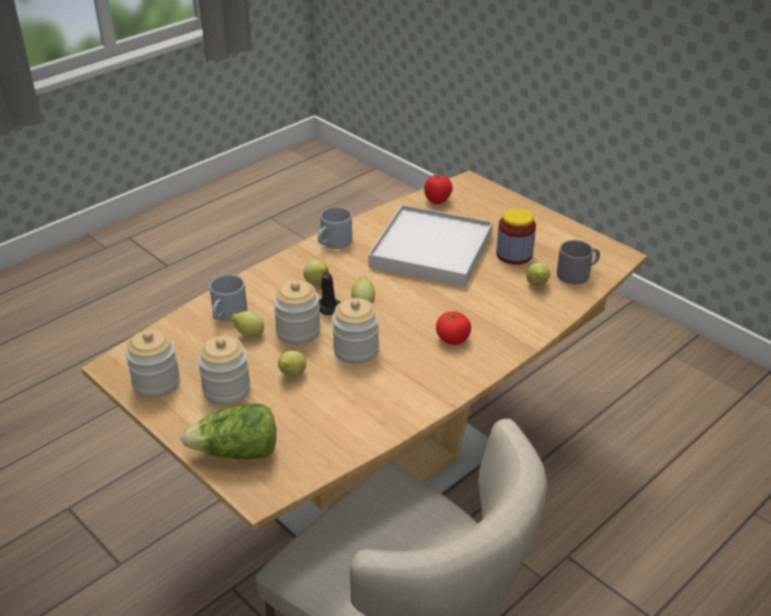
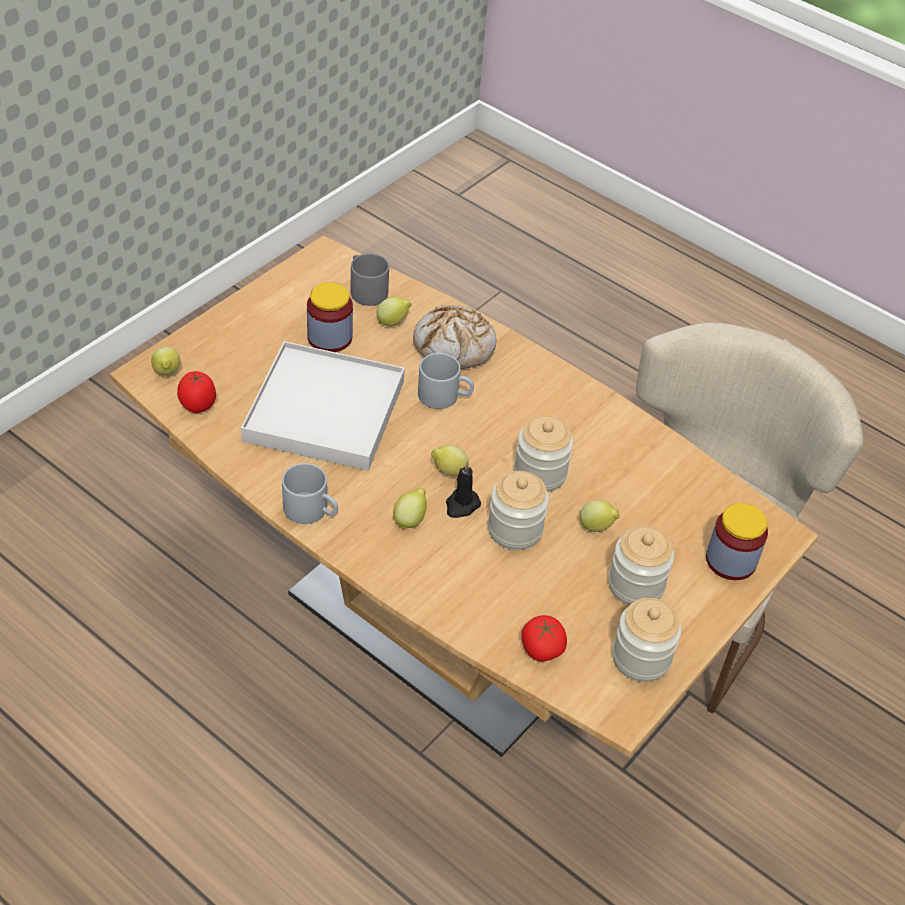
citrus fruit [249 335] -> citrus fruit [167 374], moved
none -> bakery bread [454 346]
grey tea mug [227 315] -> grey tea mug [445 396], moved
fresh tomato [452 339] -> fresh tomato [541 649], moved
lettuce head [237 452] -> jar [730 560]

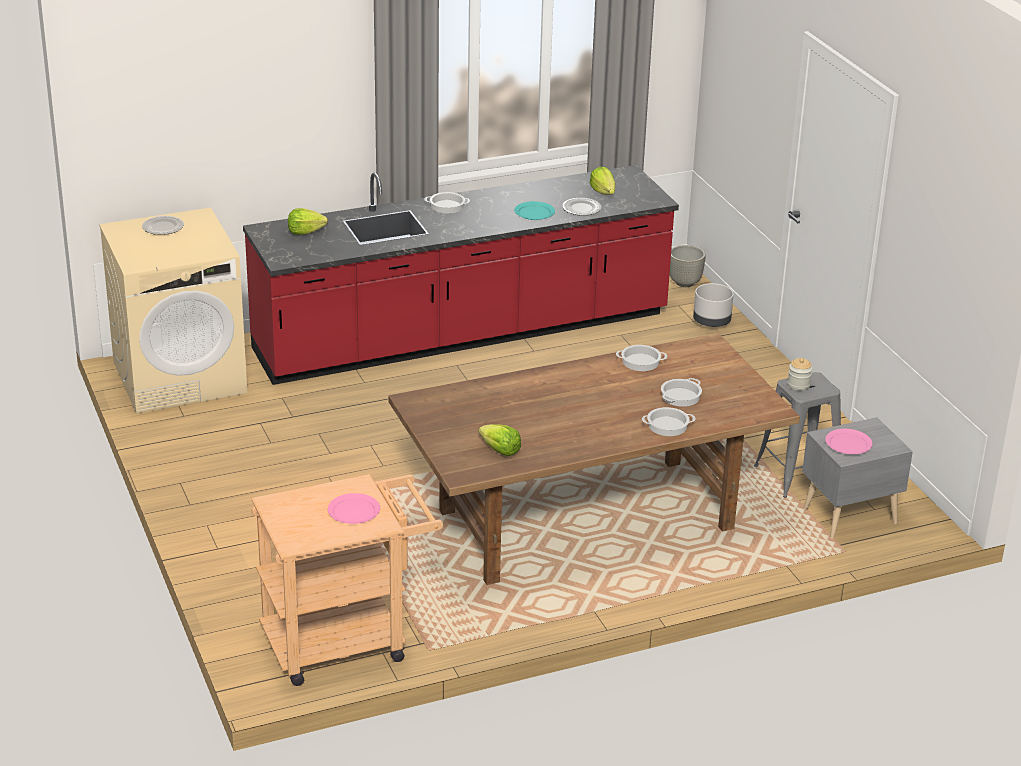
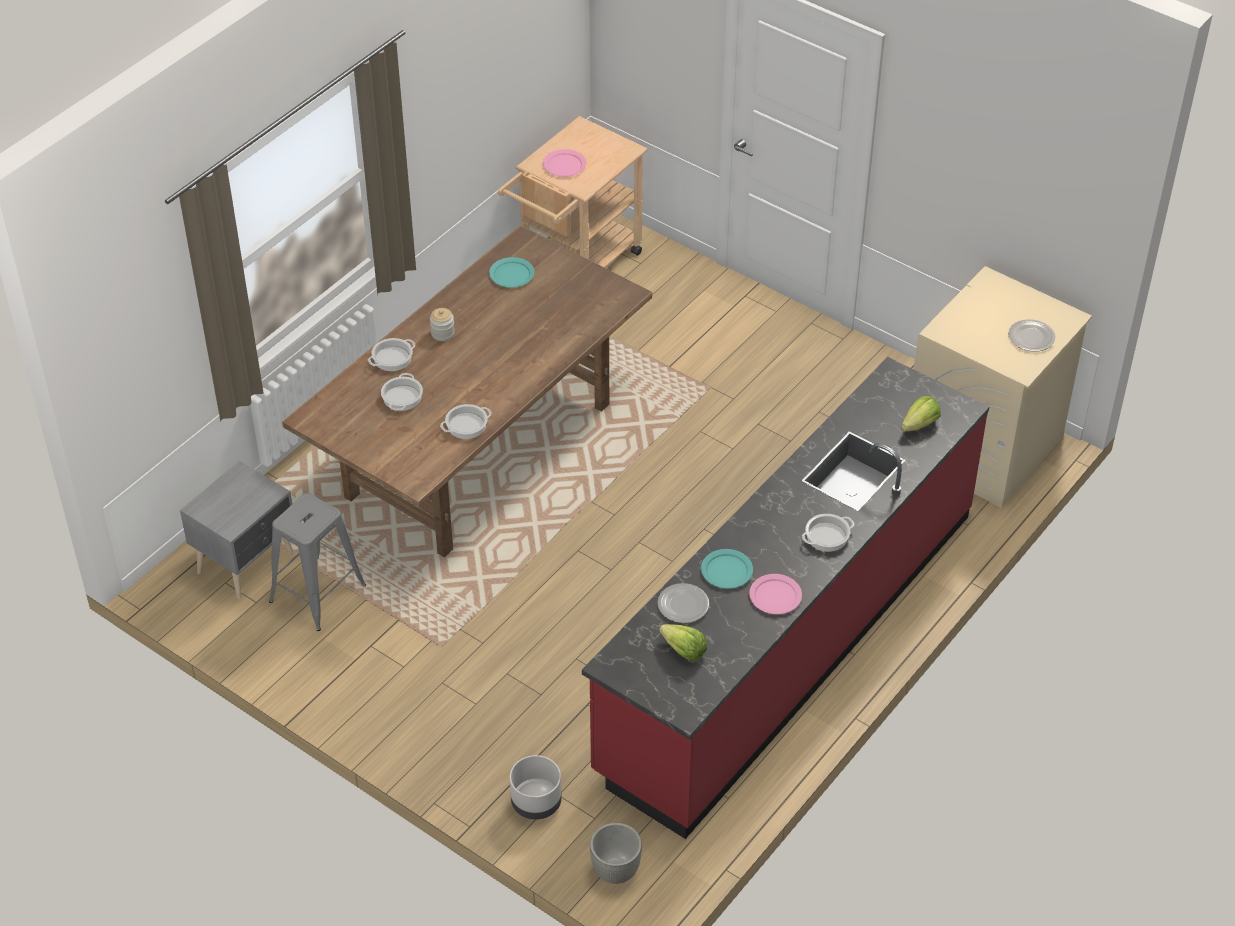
jar [798 385] -> jar [442 333], moved
lettuce head [500 450] -> blue-green plate [511 274]
pink-coloured plate [848 444] -> pink-coloured plate [775 596], moved

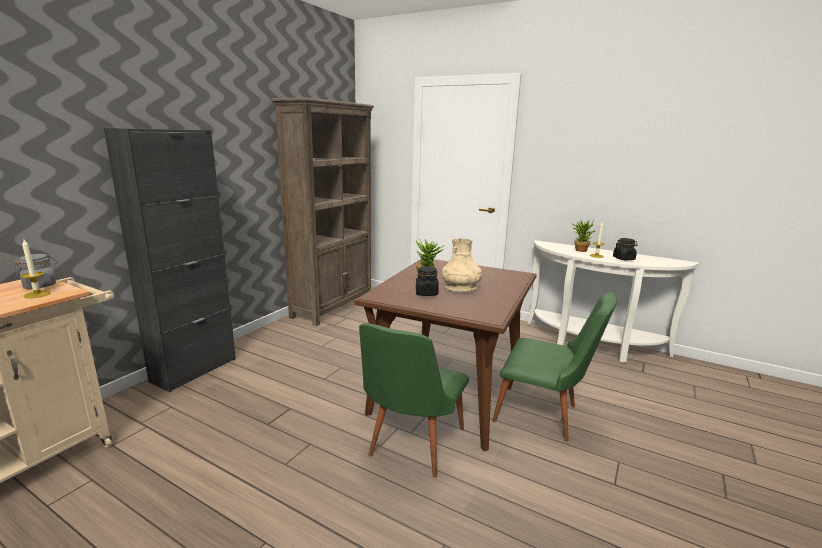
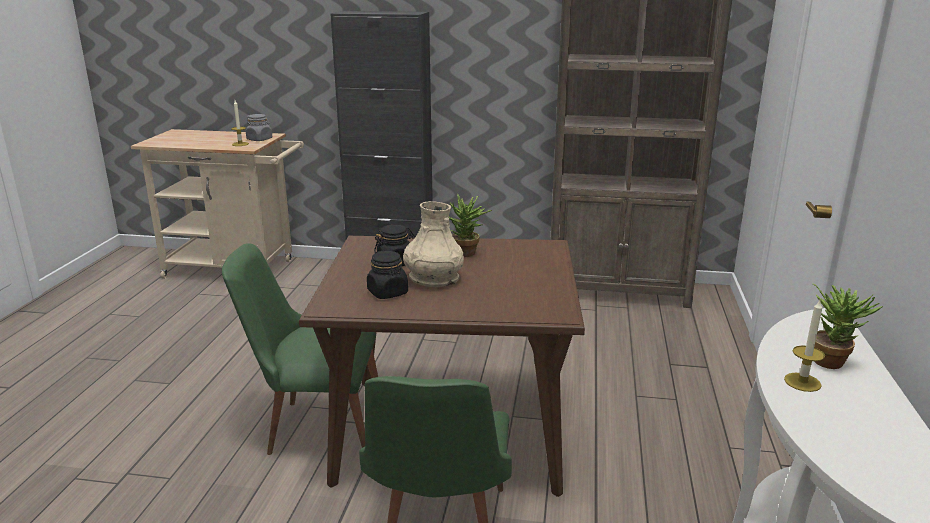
black jar [623 259] -> black jar [388 293], moved

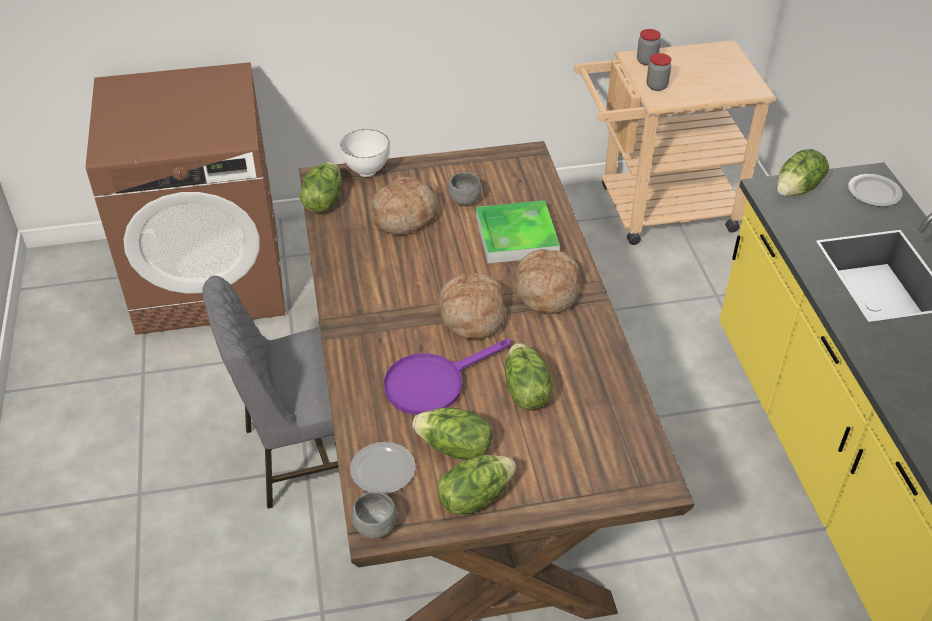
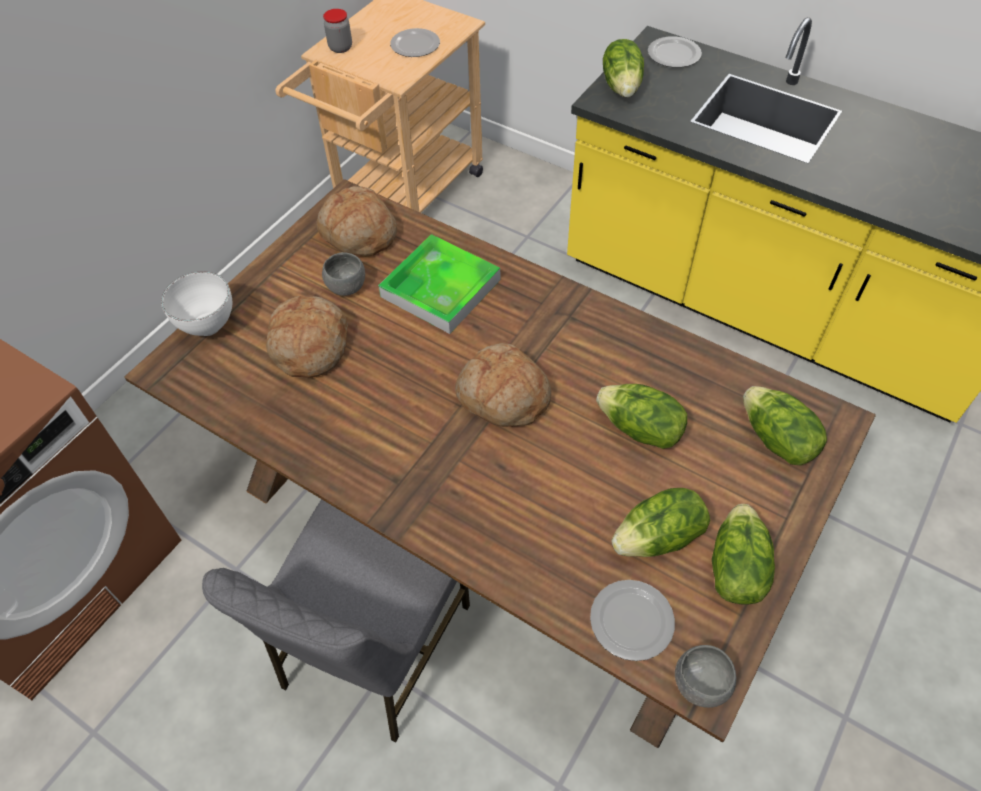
bakery bread [546 291] -> bakery bread [358 233], moved
none -> plate [415 44]
lettuce head [323 201] -> lettuce head [776 440], moved
purplish frying pan [433 383] -> none
jar [656 86] -> none

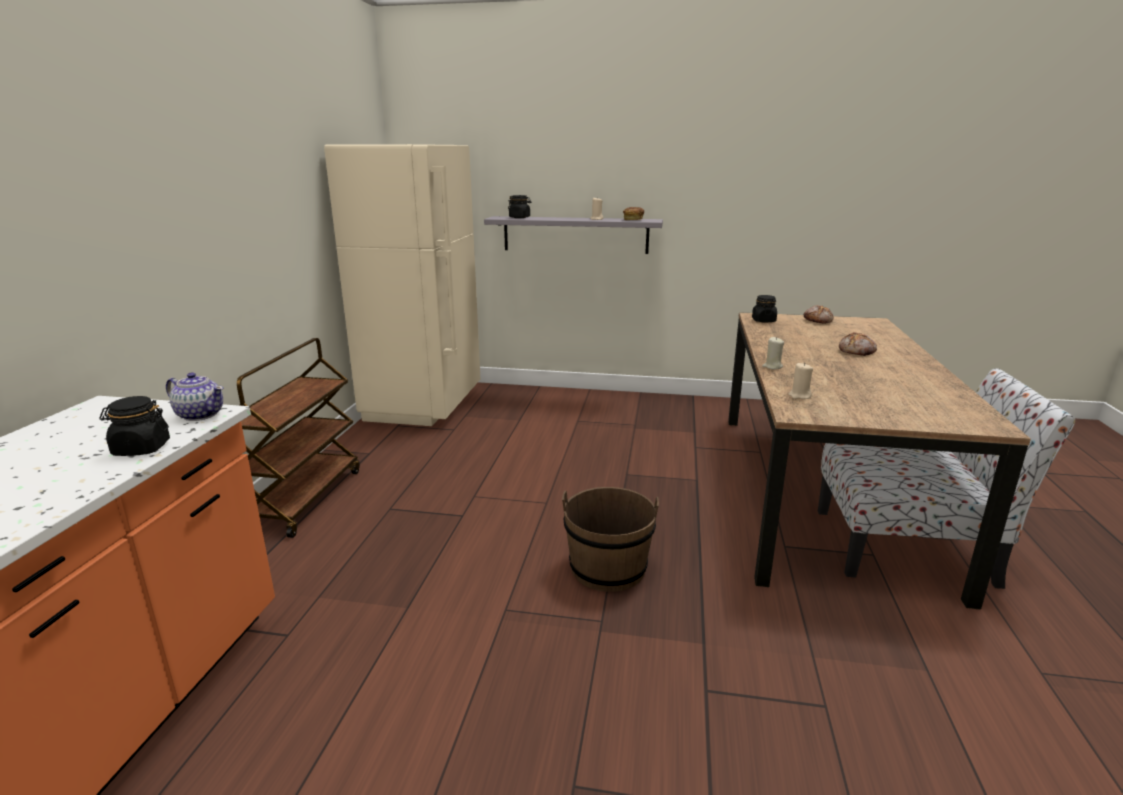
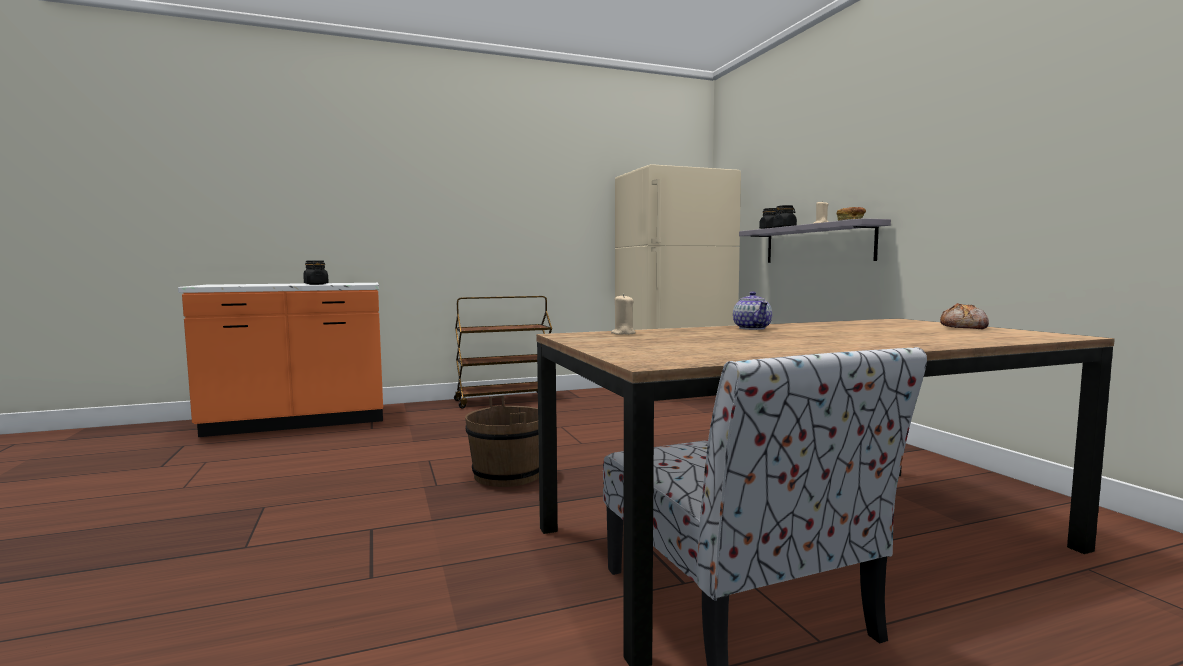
teapot [200 414] -> teapot [752 328], moved
black jar [763 320] -> black jar [784 227], moved
beige-coloured wax candle [772 367] -> none
bakery bread [857 351] -> none

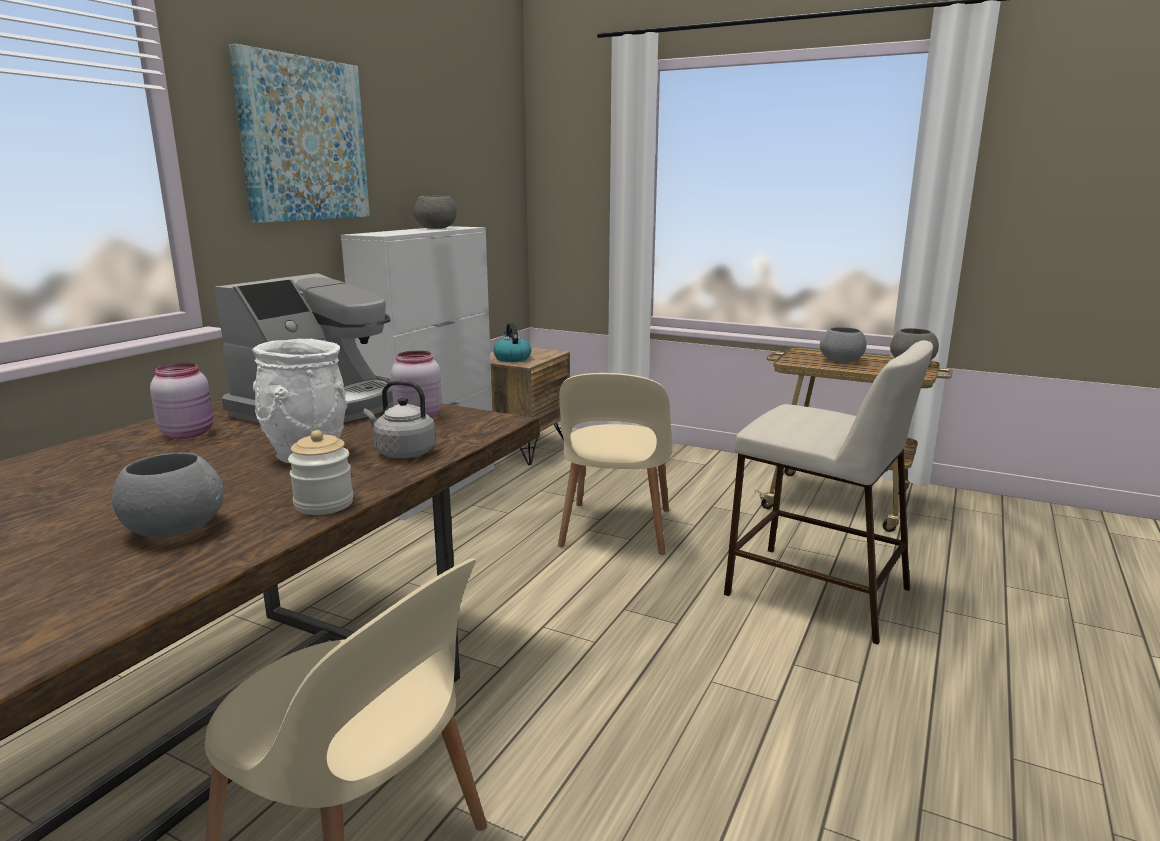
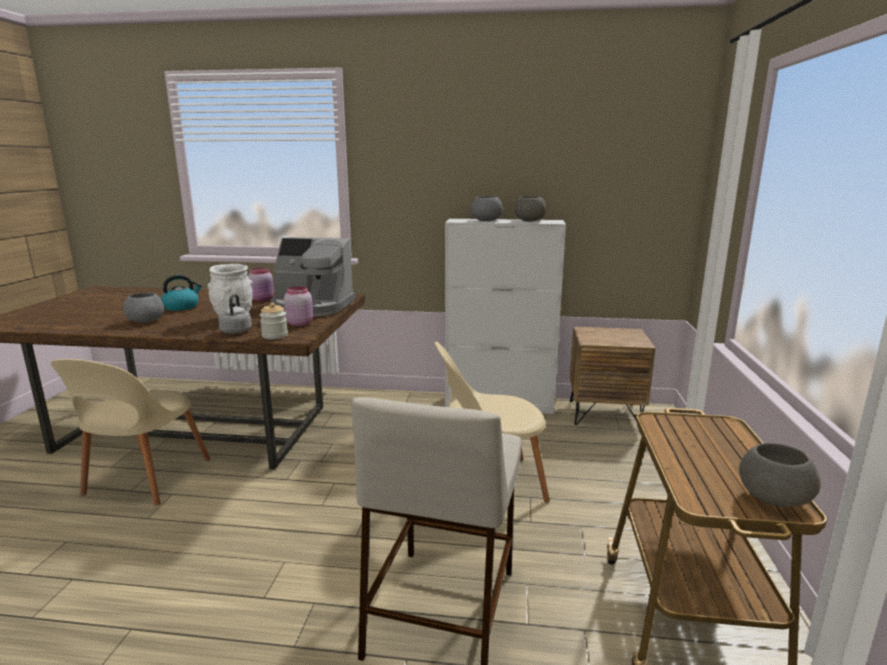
kettle [512 358] -> kettle [182 307], moved
jar [324 504] -> jar [275 336], moved
grey serving bowl [841 361] -> grey serving bowl [486 220], moved
picture [303 140] -> none

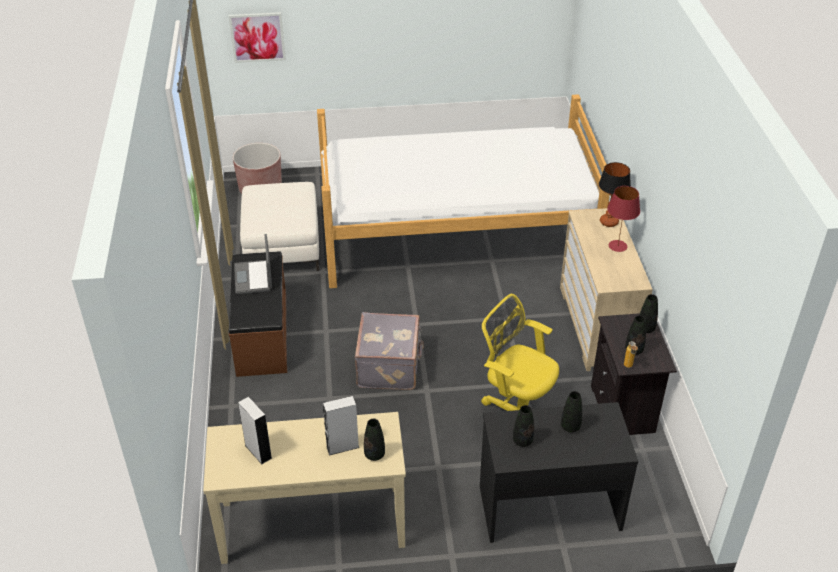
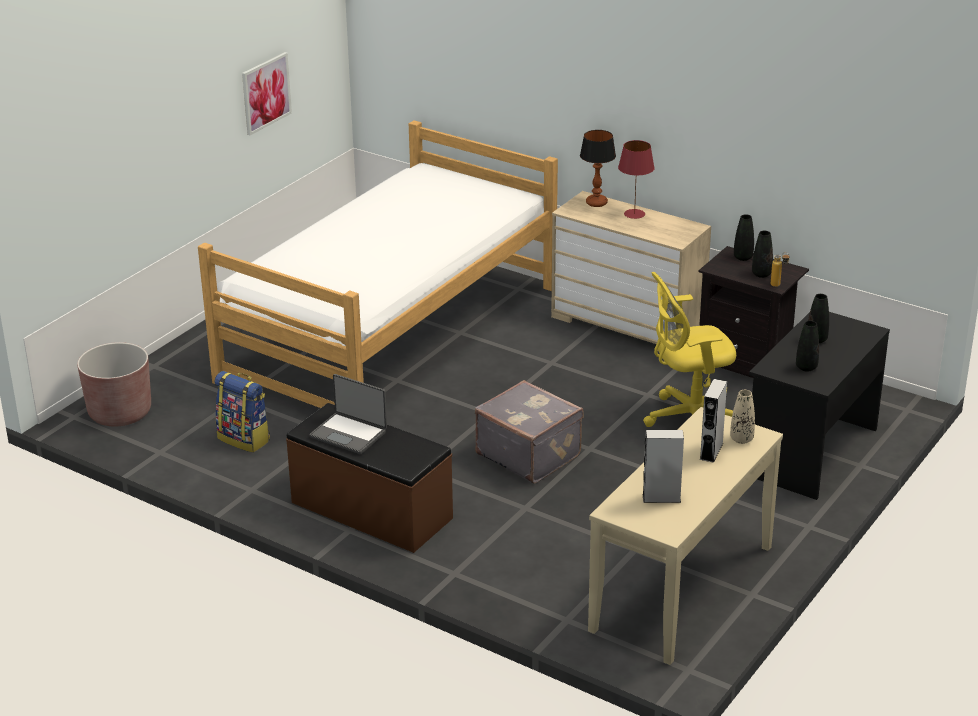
whitish pouffe [282 246] -> backpack [245 439]
picture [257 37] -> picture [266 93], moved
black flower vase [374 455] -> beige-coloured flower vase [741 439]

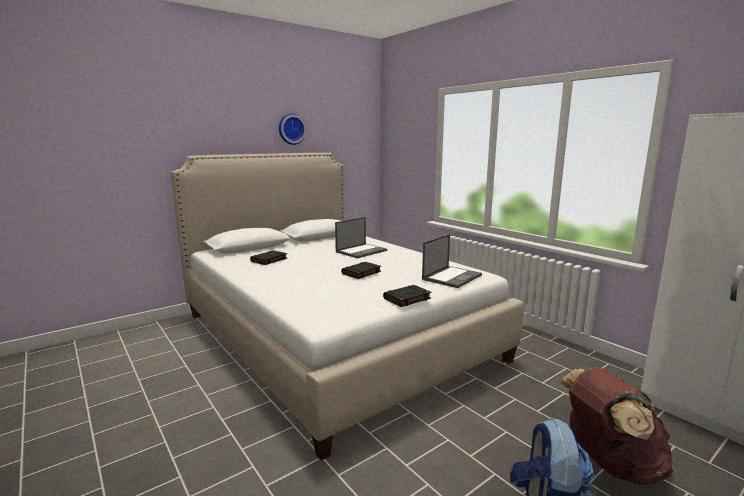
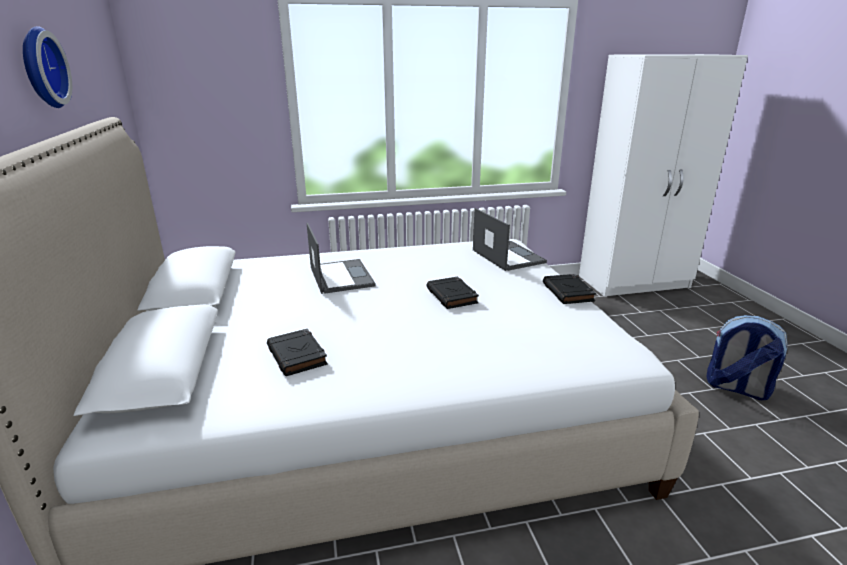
brown backpack [608 463] -> none

